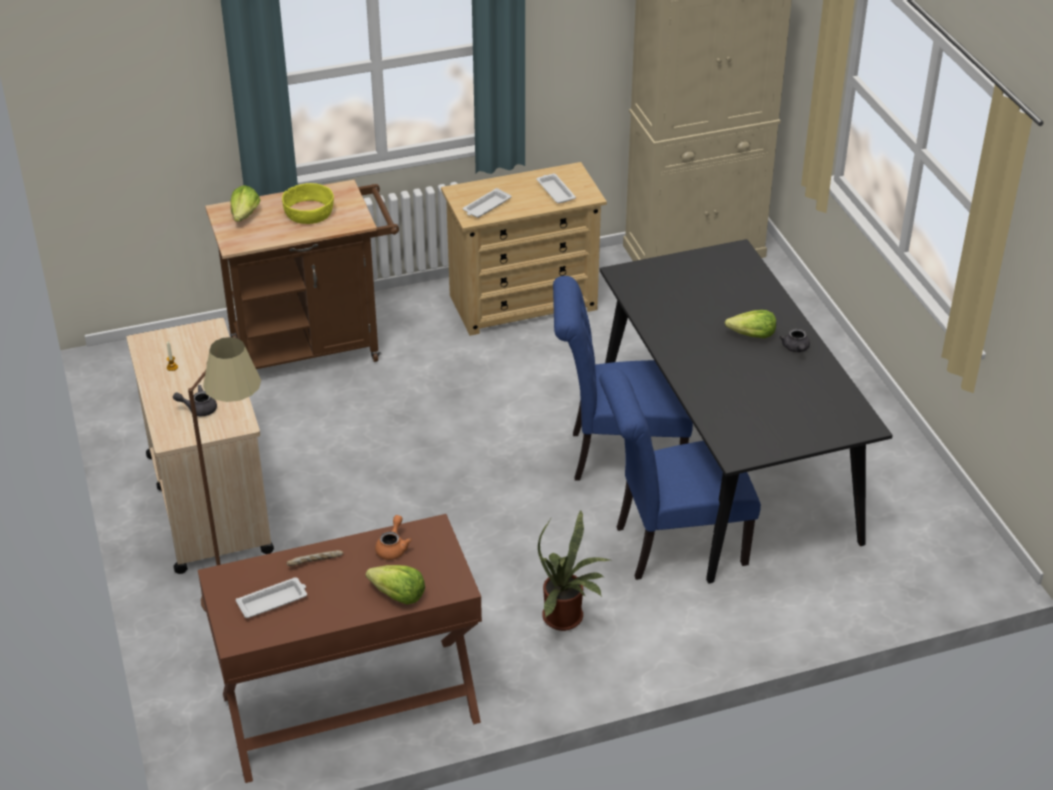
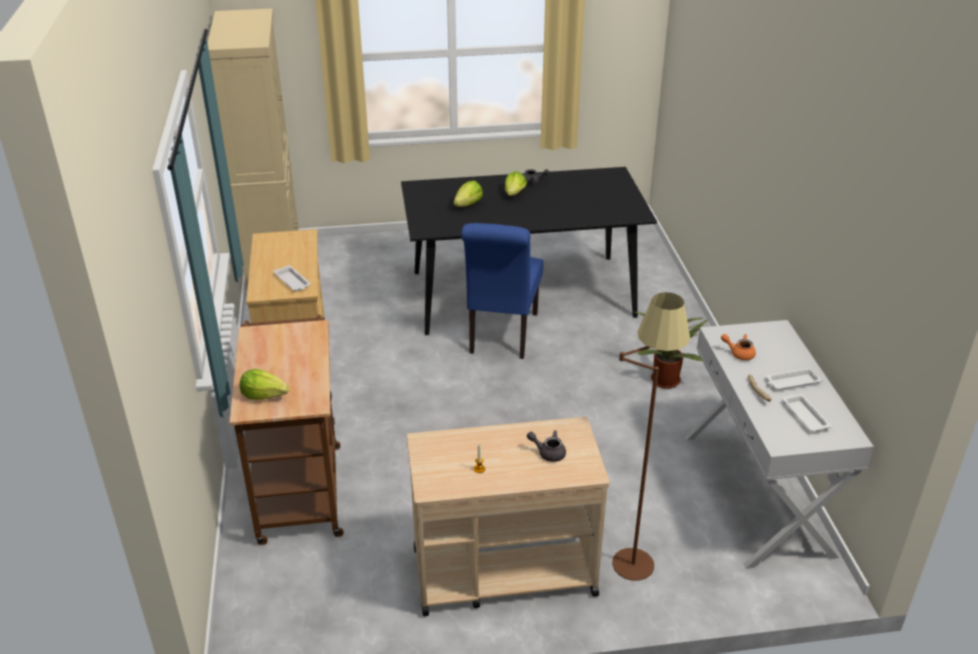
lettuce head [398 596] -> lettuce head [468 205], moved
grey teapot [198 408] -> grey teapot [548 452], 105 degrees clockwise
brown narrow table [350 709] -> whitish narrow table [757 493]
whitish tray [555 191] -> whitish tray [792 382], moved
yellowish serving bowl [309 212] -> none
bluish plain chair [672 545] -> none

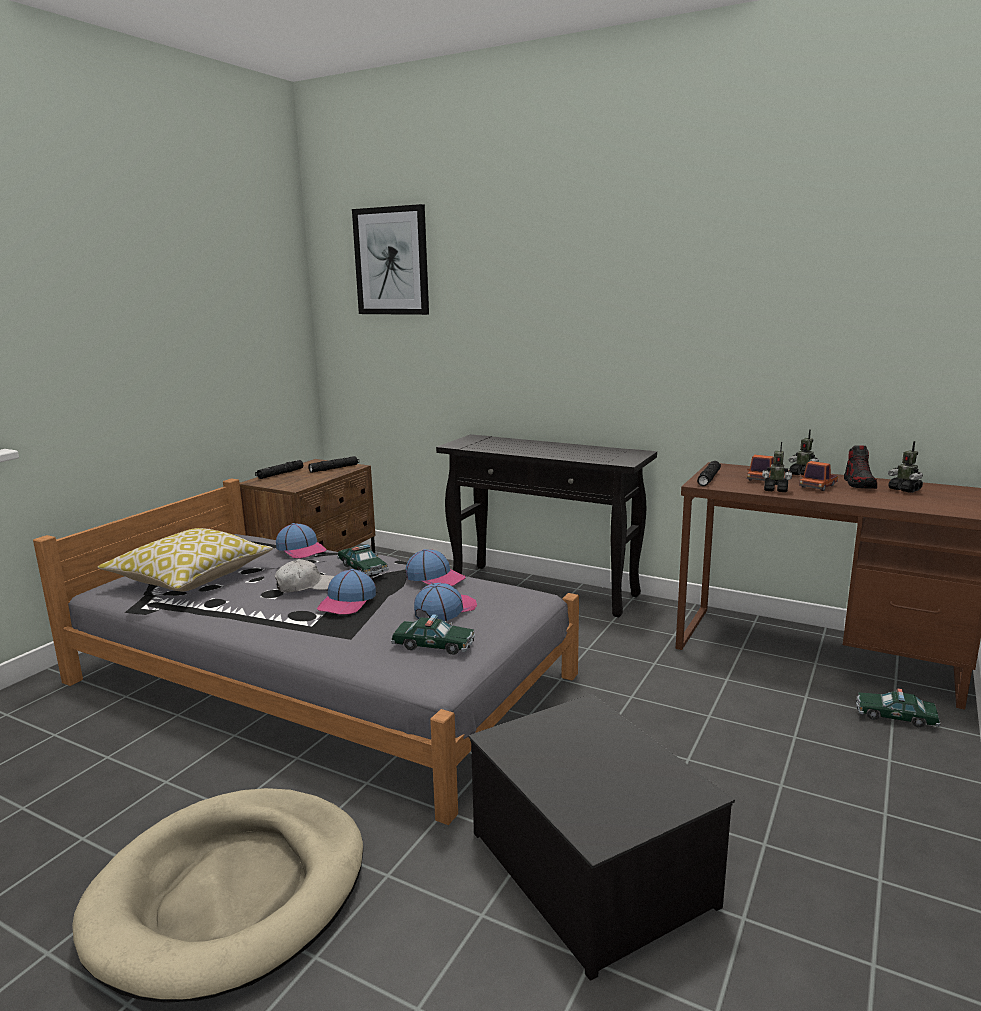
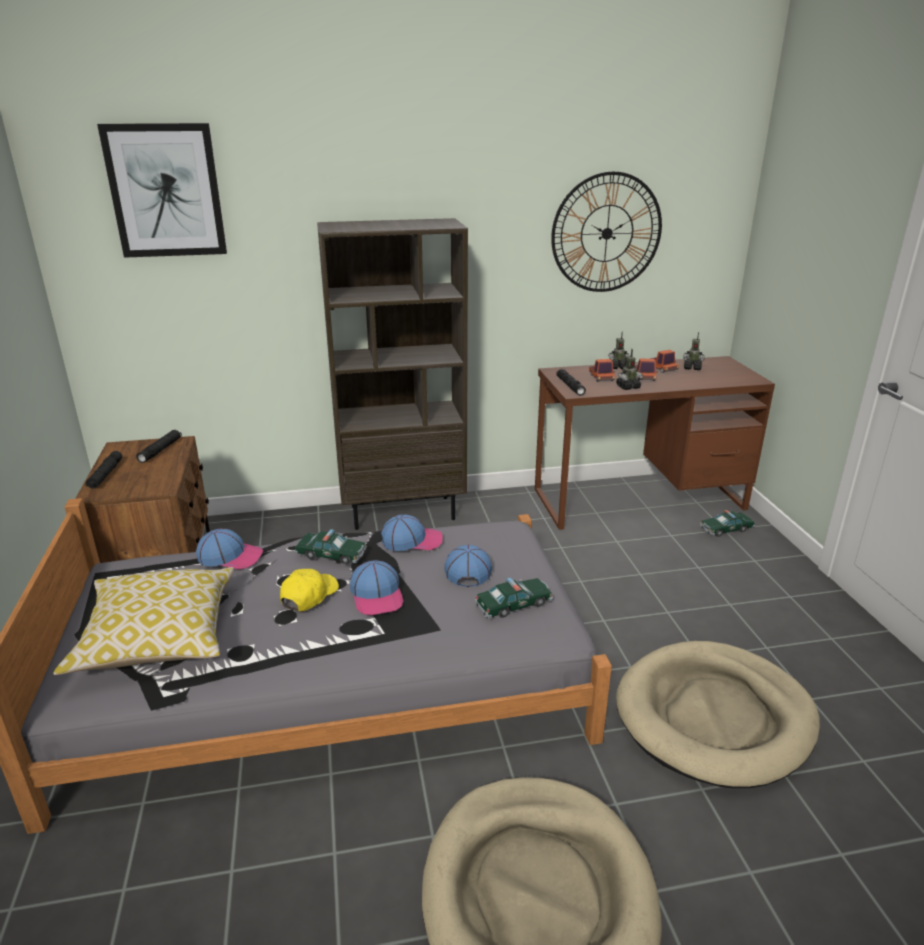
whitish baseball cap [305 586] -> yellowish baseball cap [309 596]
black narrow table [545 590] -> brown bookshelf [403 512]
none -> wall clock [606 233]
storage container [593 868] -> beige-coloured dog cushion [714 717]
item of footwear [859 484] -> model truck [661 368]

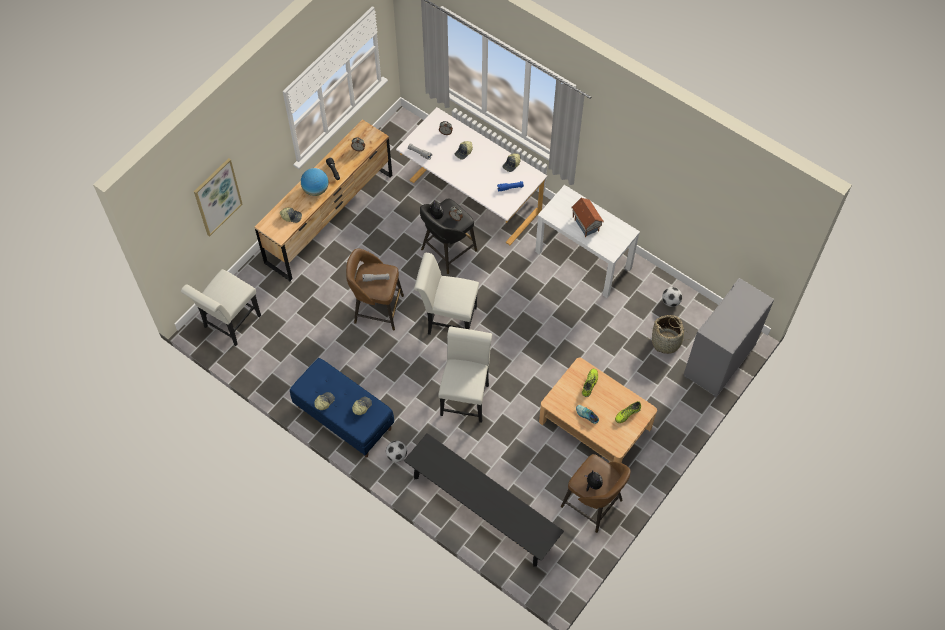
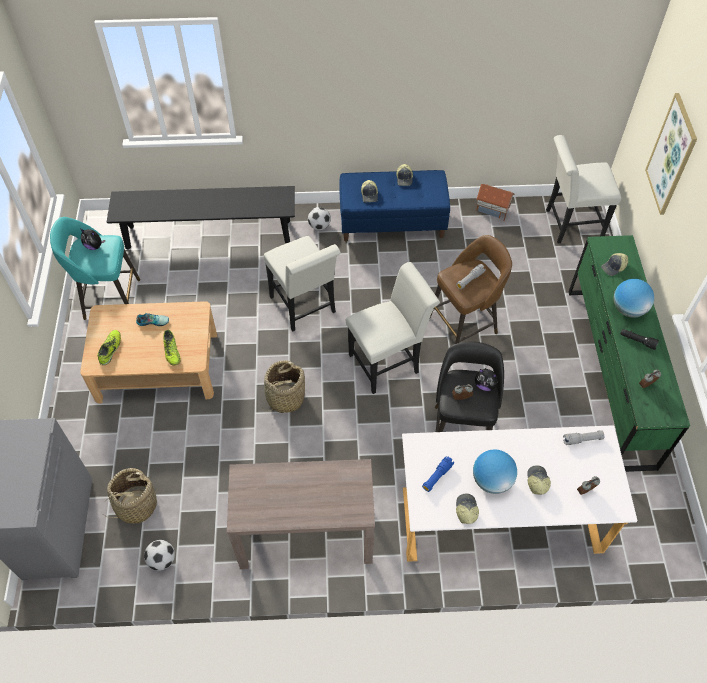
brown stool seat [593 504] -> blue-green stool seat [110 299]
whitish narrow table [583 260] -> brown narrow table [305 535]
none -> household basket [285 398]
none -> world globe [492 480]
model house [586 223] -> model house [492 210], moved
whitish plain chair [229 324] -> whitish plain chair [569 224], 90 degrees counterclockwise
brown chest of drawers [329 218] -> green-coloured chest of drawers [609 375]

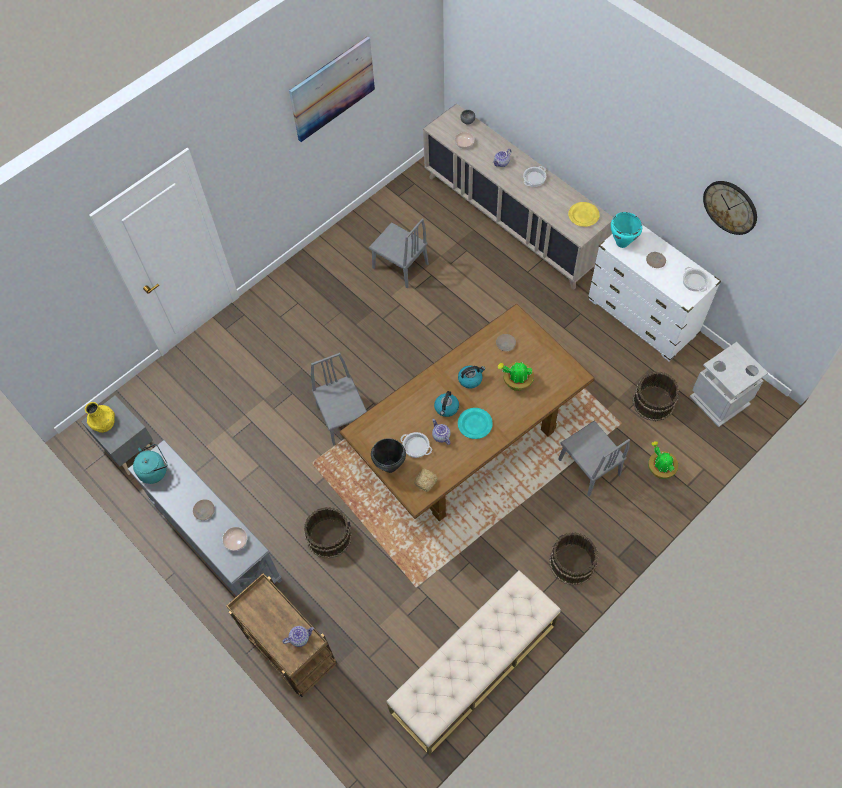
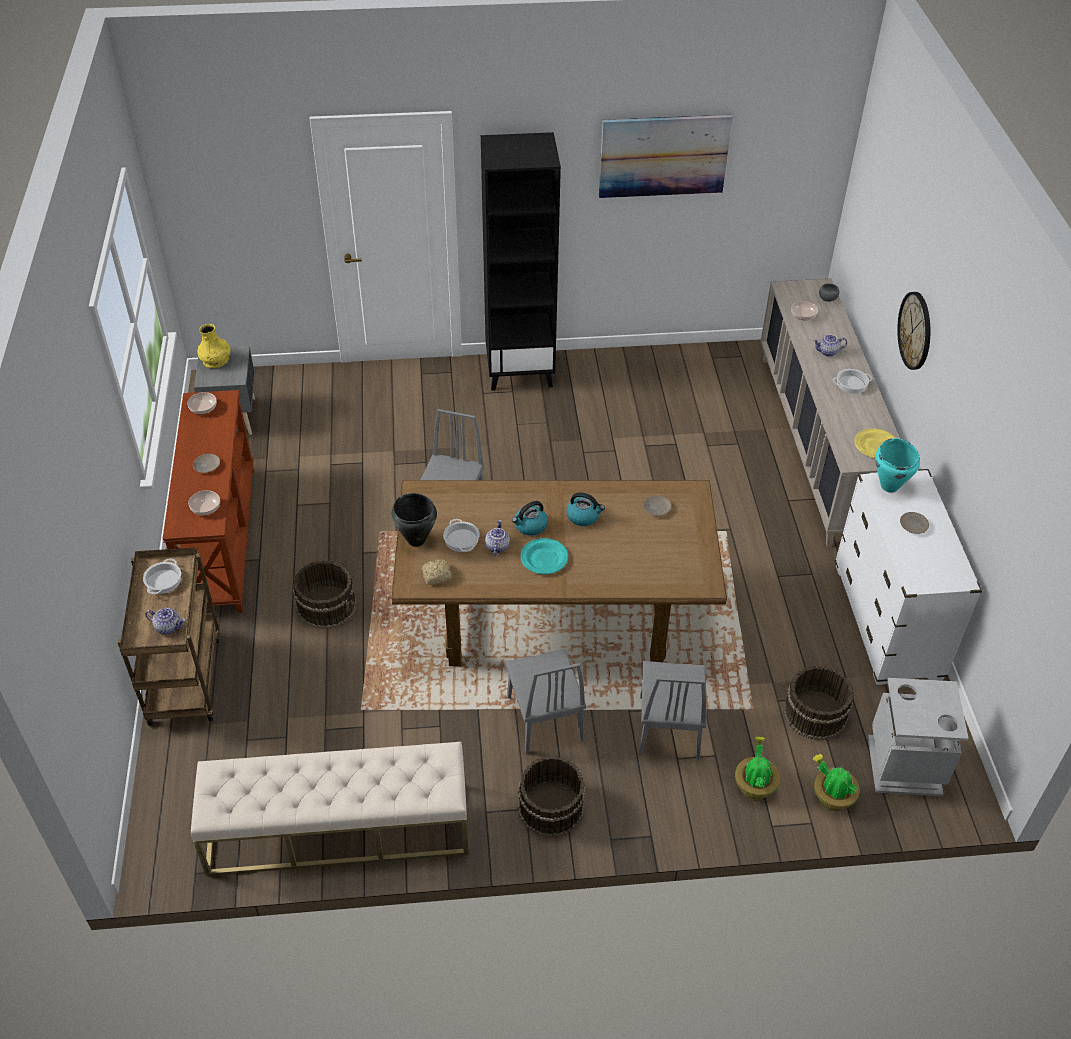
stockpot [694 282] -> stockpot [163 580], moved
grey narrow table [215 541] -> brown narrow table [221 539]
blue-green kettle [155 470] -> serving bowl [203 408]
none -> black bookshelf [520 372]
grey plain chair [400 266] -> grey plain chair [544 718], moved
houseplant [516 382] -> houseplant [831 797], moved
wall clock [730 207] -> wall clock [915 330], moved

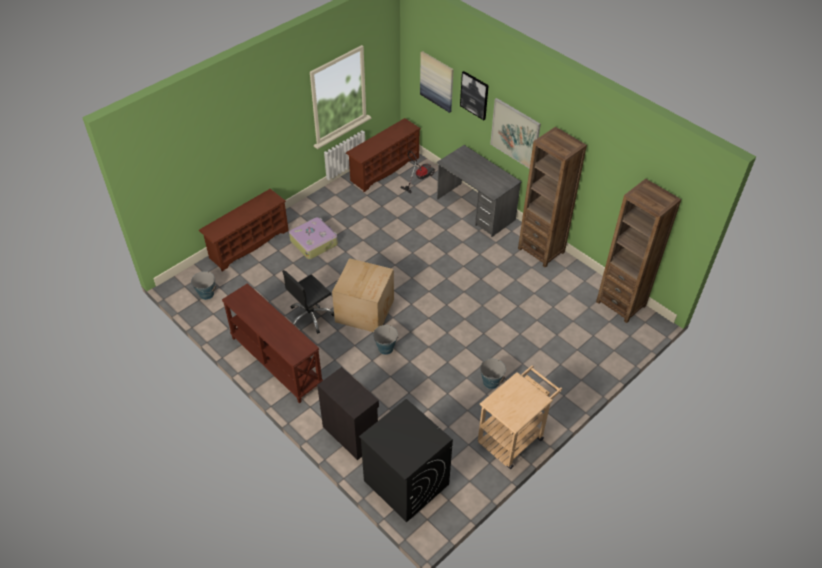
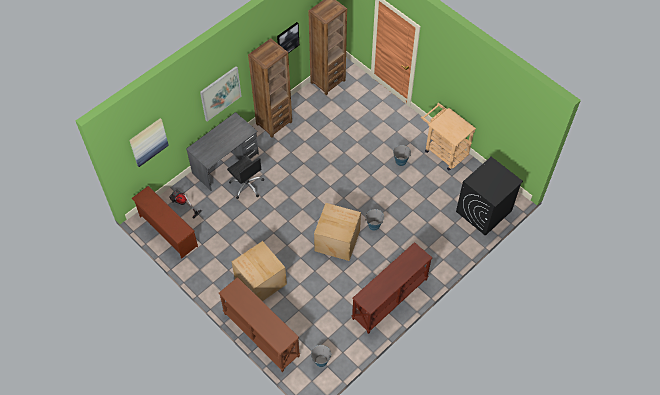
brown shoe shelf [248 244] -> brown narrow table [260 335]
black computer chair [310 316] -> black computer chair [247 185], moved
travel case [314 242] -> packing box [260 282]
picture [474 95] -> picture [287 40], moved
black storage cabinet [351 433] -> none

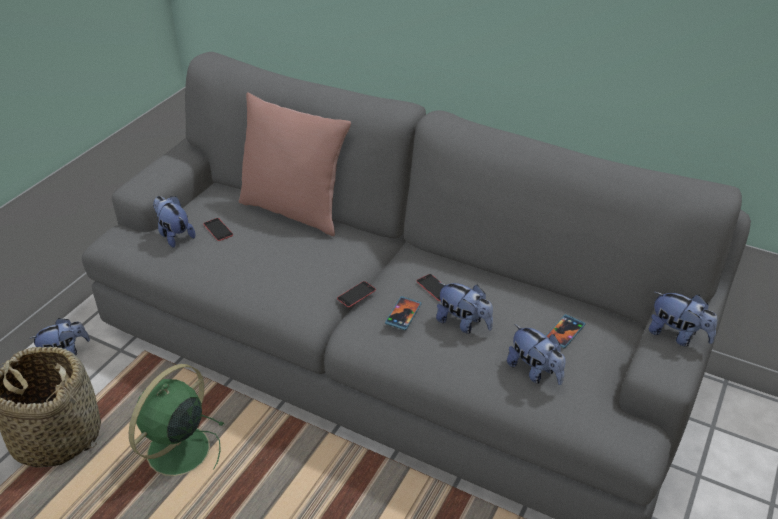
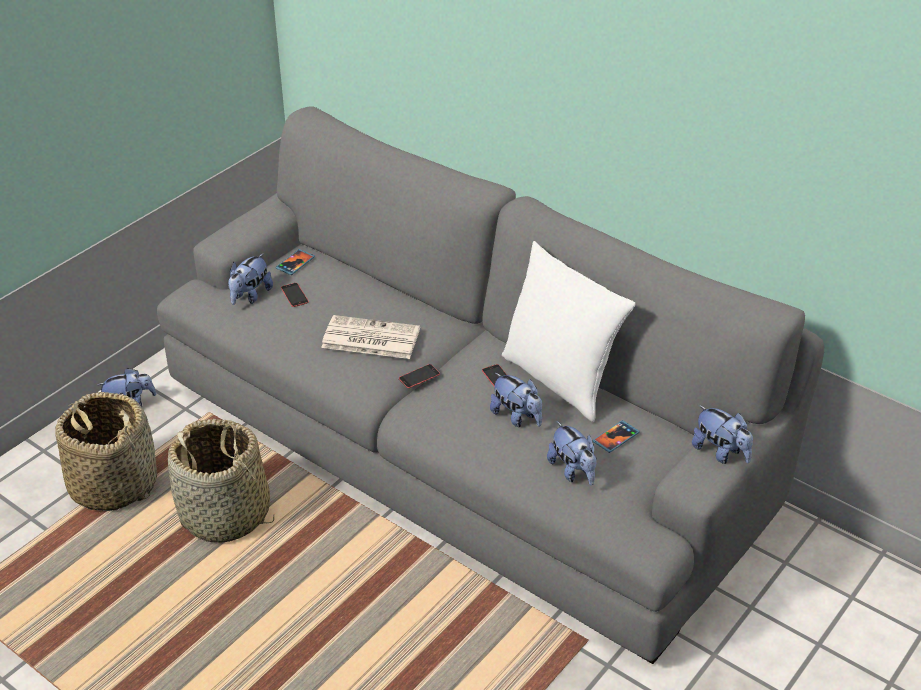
green-coloured cooling fan [176 453] -> household basket [226 515]
soft toy [174 235] -> soft toy [250 296], 120 degrees counterclockwise
handset [403 314] -> handset [295 263], moved
none -> newspaper [369 338]
none -> whitish throw pillow [560 380]
pink-coloured throw pillow [294 210] -> none

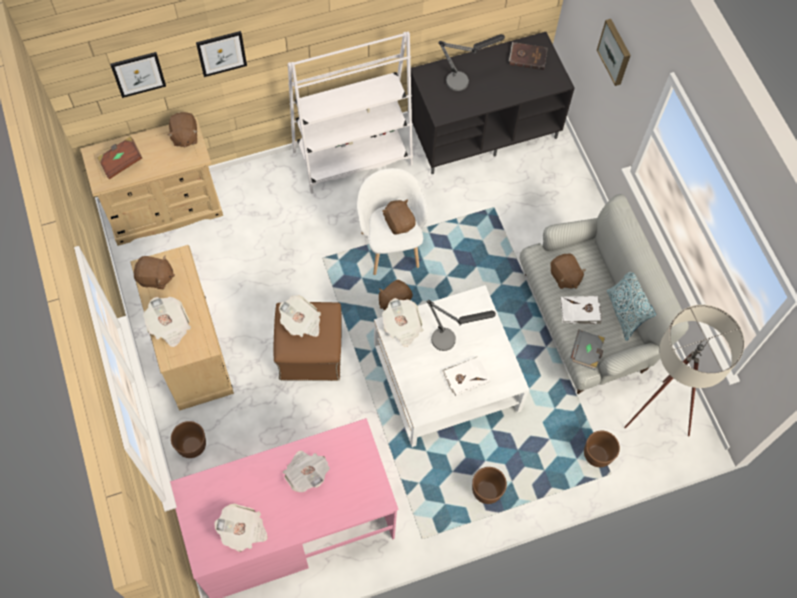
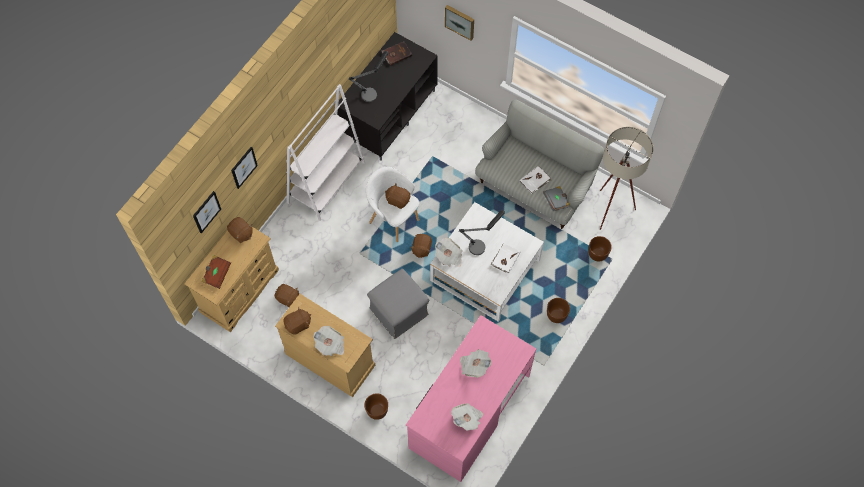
brown soft toy [564 276] -> brown soft toy [288 298], moved
brown pouffe [311 353] -> grey pouffe [399 311]
newspaper [301 322] -> none
throw pillow [624 313] -> none

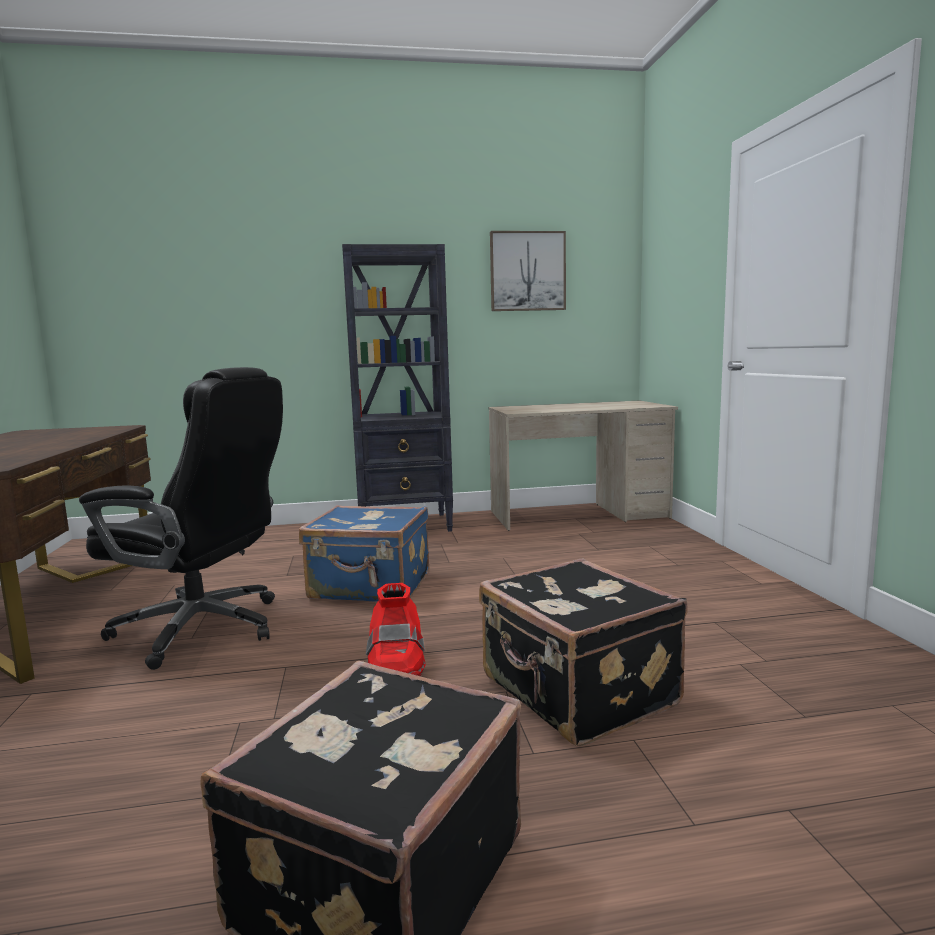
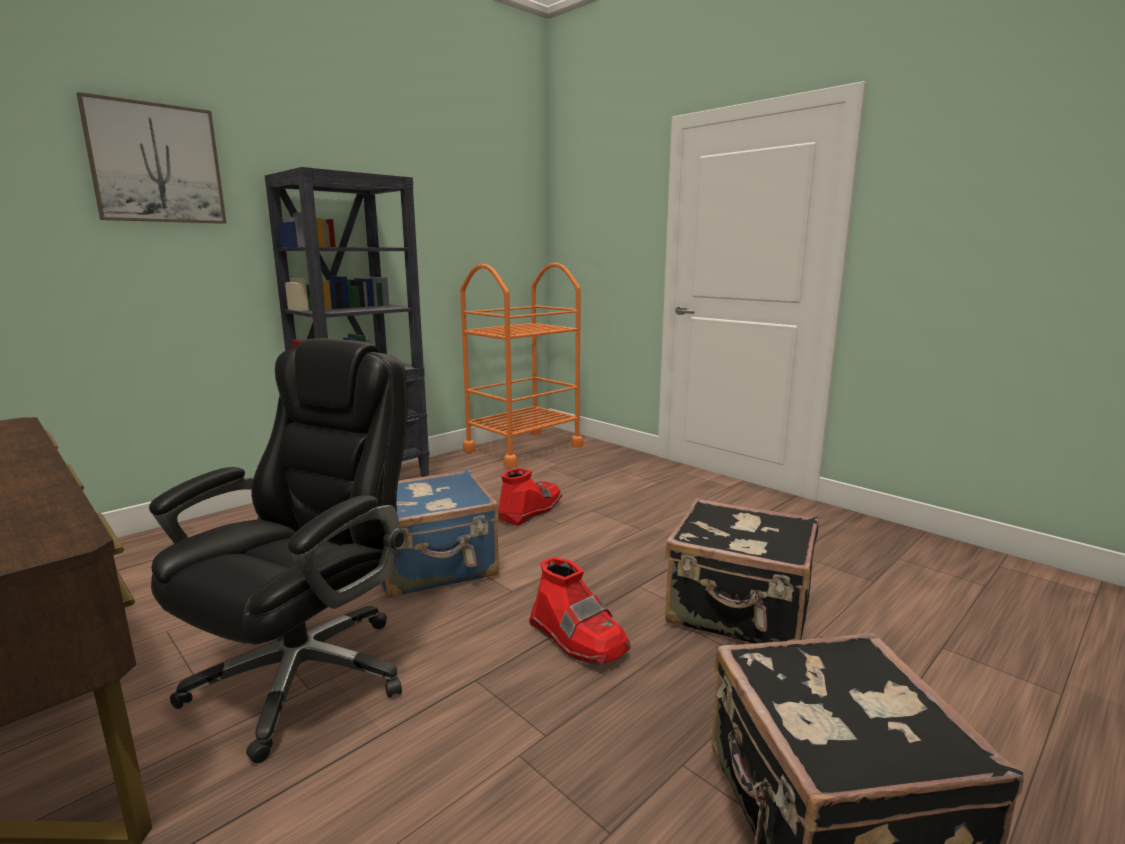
picture [527 271] -> picture [156 164], moved
black computer chair [203 628] -> black computer chair [307 673], 45 degrees counterclockwise
beige-coloured desk unit [578 515] -> orangey cart [523 448]
none -> red tall boot [529 511]

